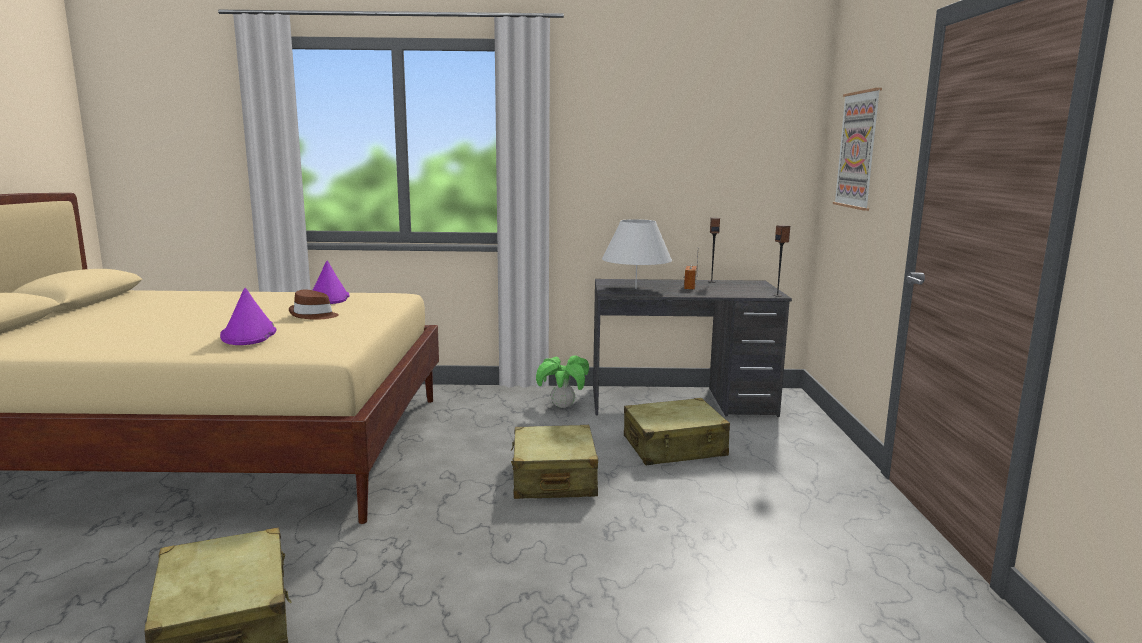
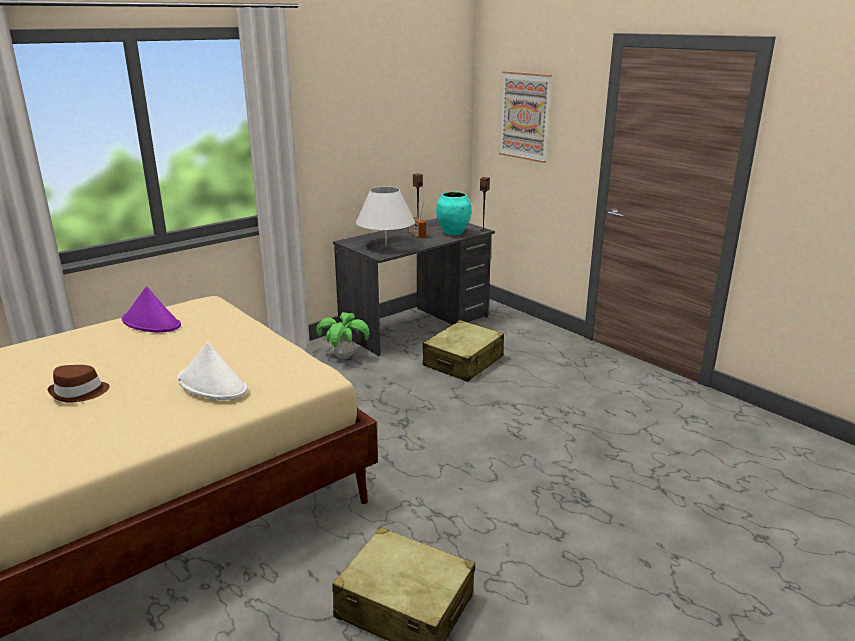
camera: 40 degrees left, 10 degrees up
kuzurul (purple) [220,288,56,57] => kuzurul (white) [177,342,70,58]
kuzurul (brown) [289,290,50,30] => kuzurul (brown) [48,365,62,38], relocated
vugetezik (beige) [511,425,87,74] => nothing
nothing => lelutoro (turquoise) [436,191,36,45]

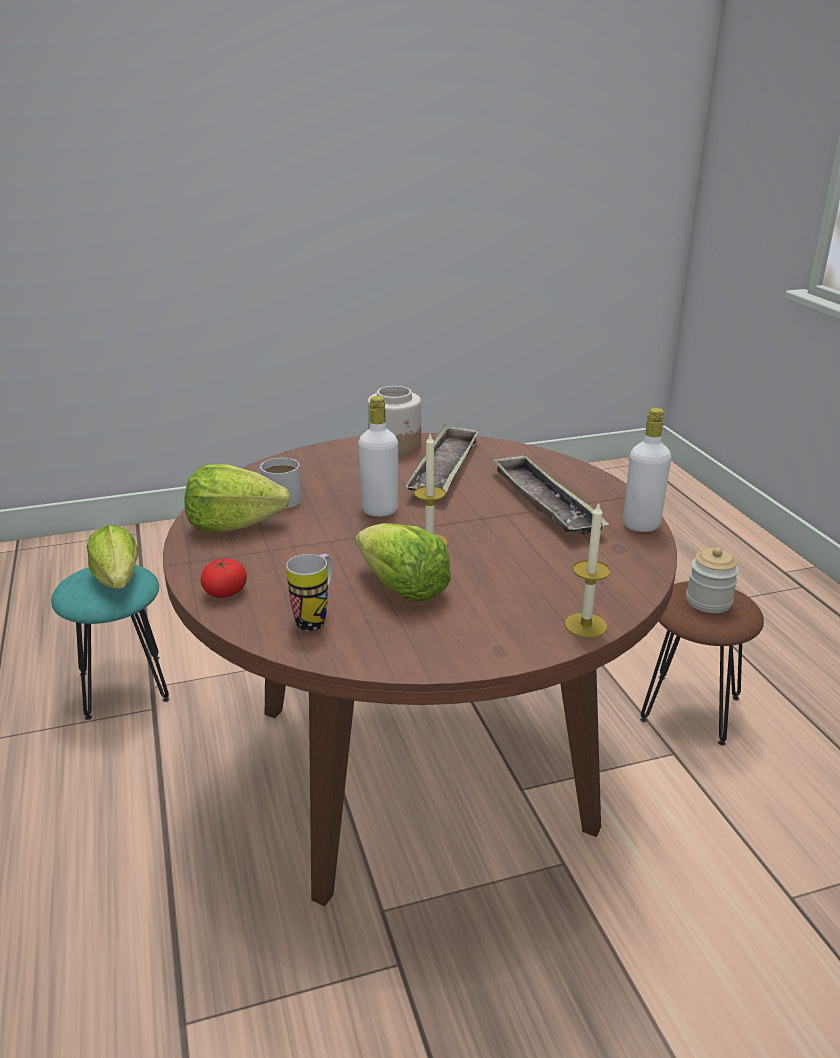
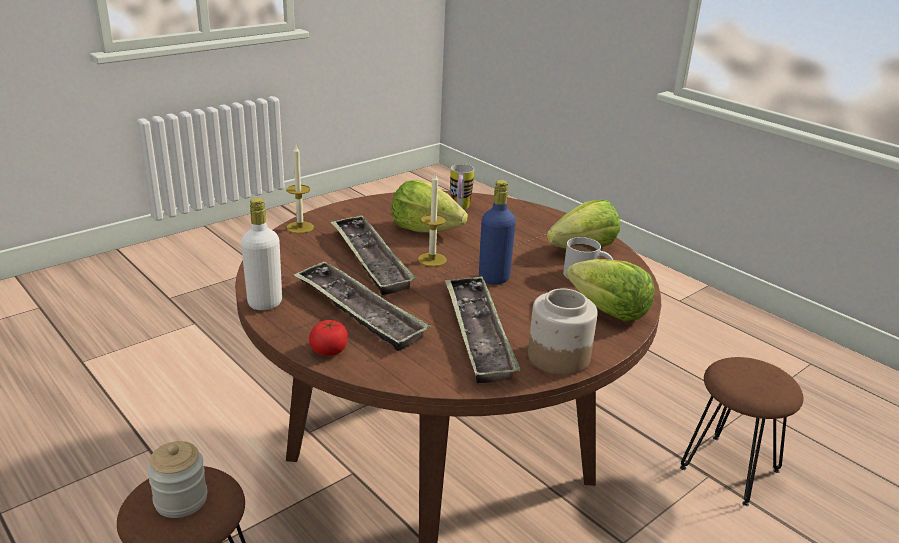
camera: 155 degrees right, 0 degrees up
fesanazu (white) [358,396,40,121] => fesanazu (blue) [479,180,37,104]
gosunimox [87,525,51,64] => gosunimox [566,259,89,63], relocated
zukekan [200,558,47,40] => zukekan [309,320,39,36], relocated
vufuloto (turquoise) [51,565,119,155] => vufuloto (brown) [680,357,123,149]
nothing => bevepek [330,215,87,80]

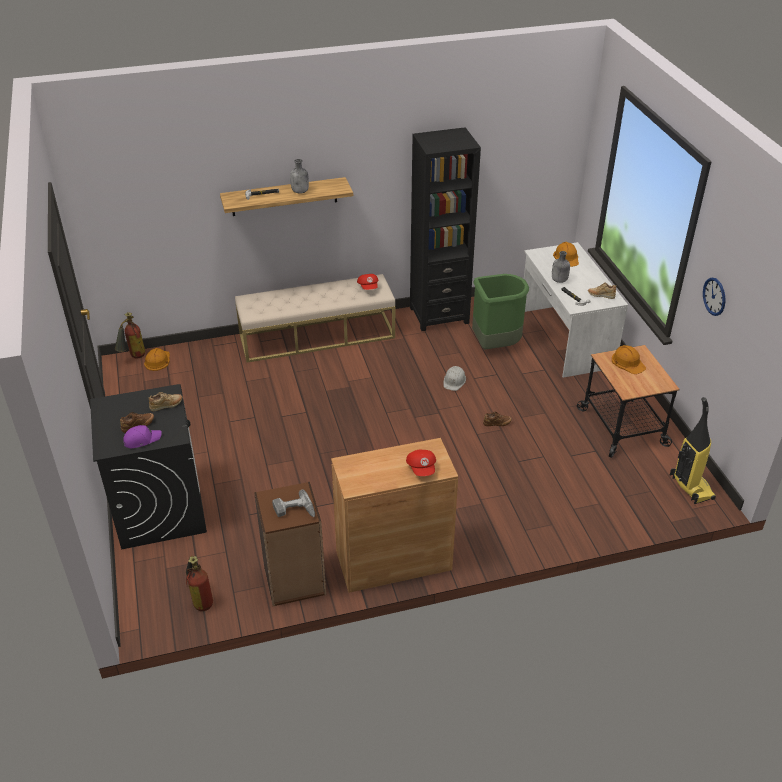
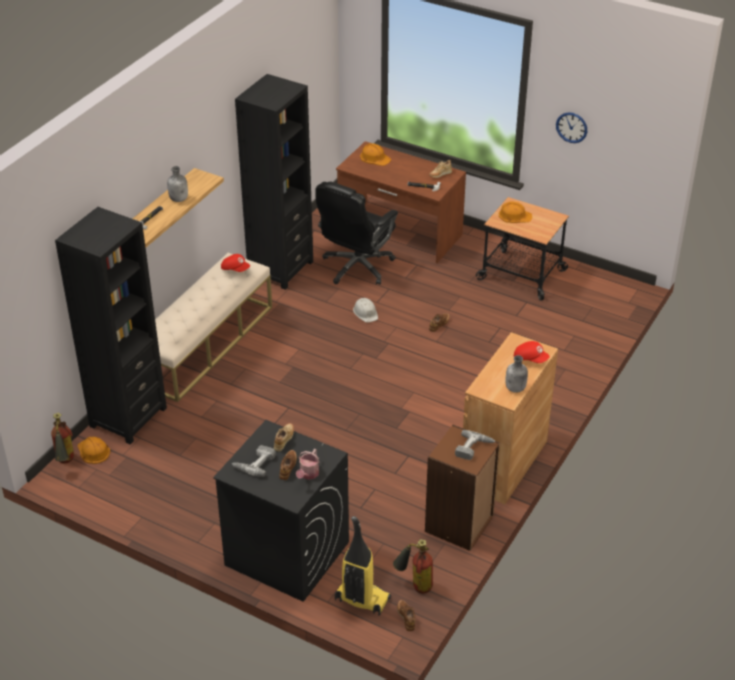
camera: 45 degrees left, 0 degrees up
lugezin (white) [524,242,104,136] => lugezin (brown) [336,141,130,122]
fesanazu (grey) [552,251,18,32] => fesanazu (grey) [506,355,22,38], relocated
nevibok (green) [472,274,57,76] => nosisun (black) [315,182,83,103]
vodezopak [670,397,46,107] => vodezopak [335,516,56,99], relocated
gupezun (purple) [124,425,38,23] => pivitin [296,449,23,31]
nothing => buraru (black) [55,207,112,237]
nothing => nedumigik [232,445,44,32]
nothing => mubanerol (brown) [397,600,18,31]

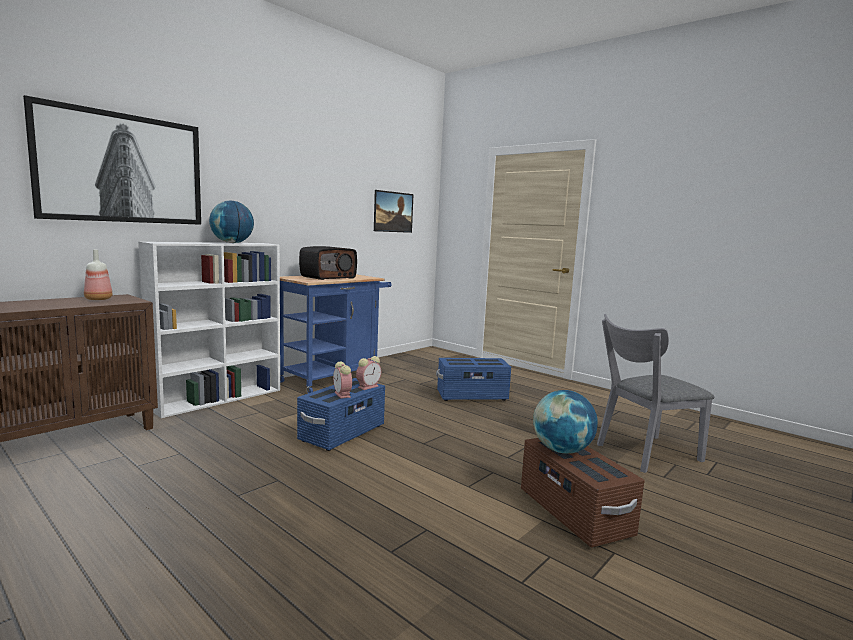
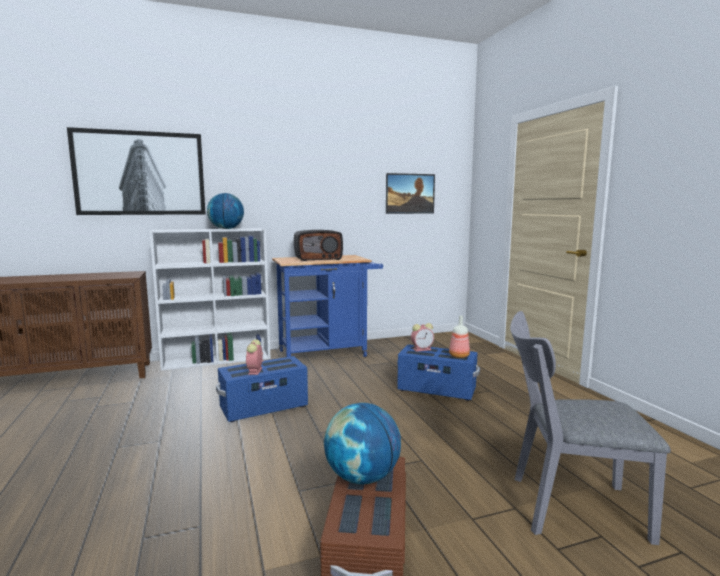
camera: 30 degrees right, 0 degrees up
fesanazu [84,250,29,50] => fesanazu [449,315,21,43], relocated
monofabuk [356,356,25,34] => monofabuk [411,323,23,29], relocated

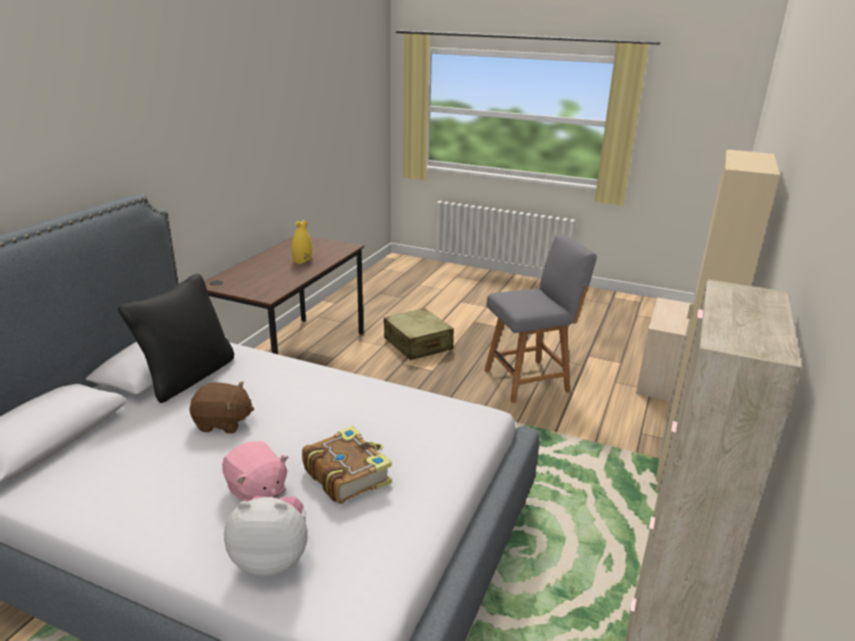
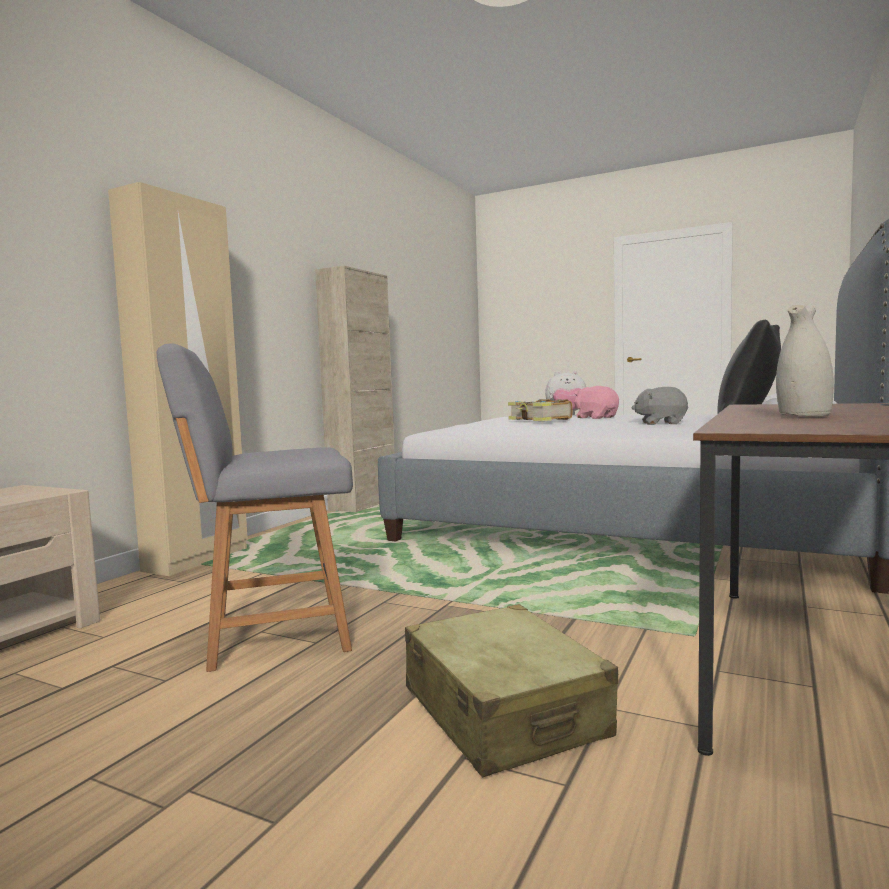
camera: 175 degrees left, 20 degrees down
lelutoro (yellow) [292,220,20,44] => lelutoro (white) [776,304,58,113]
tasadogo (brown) [190,382,64,51] => tasadogo (grey) [632,387,56,38]

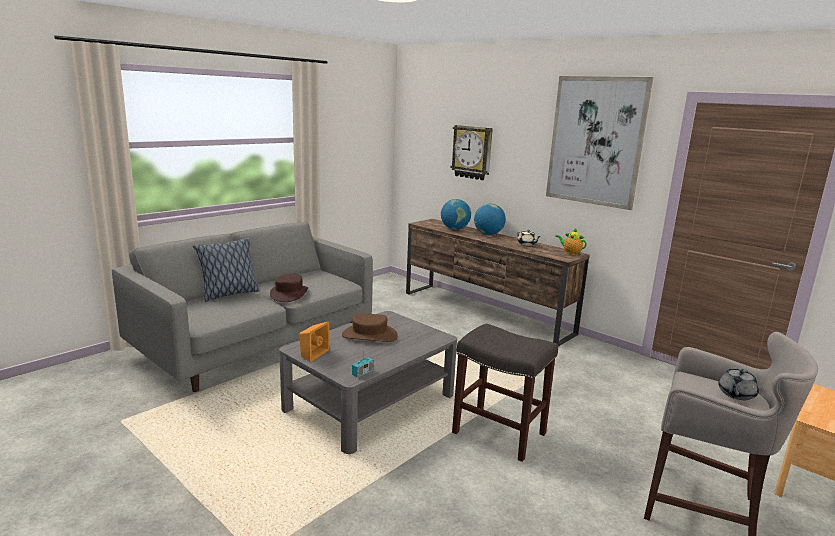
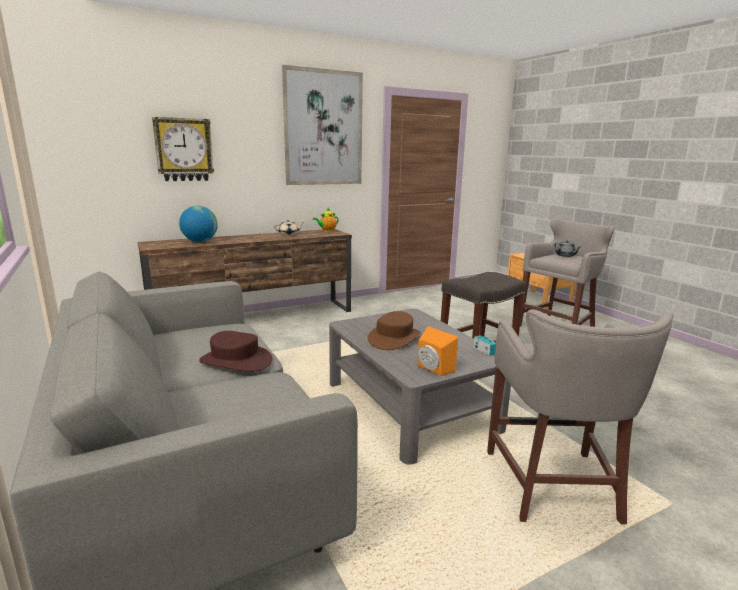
camera: 70 degrees left, 0 degrees up
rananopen [474,203,32,32] => nothing
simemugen [193,237,66,65] => nothing
nothing => vufuloto (grey) [487,309,187,216]

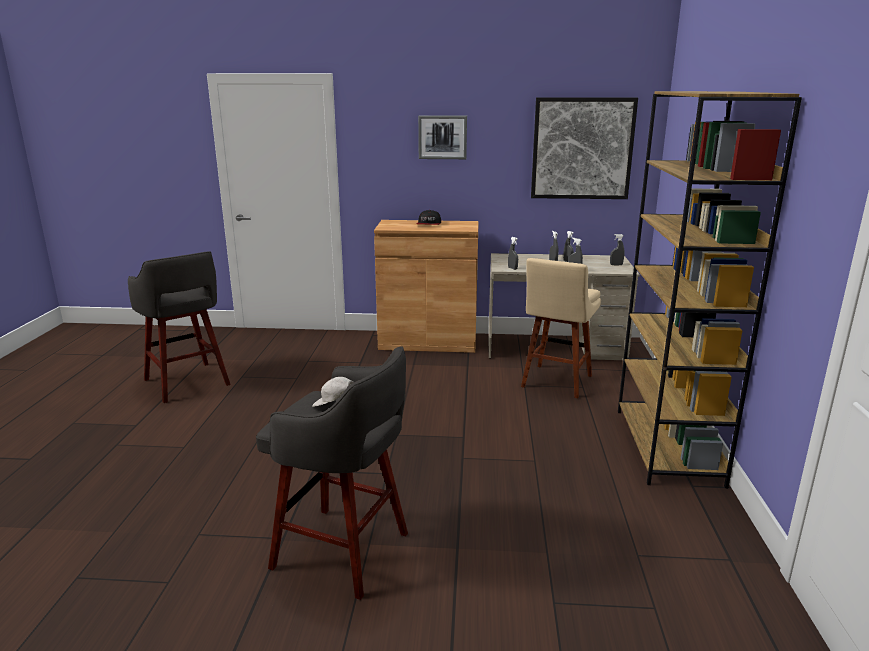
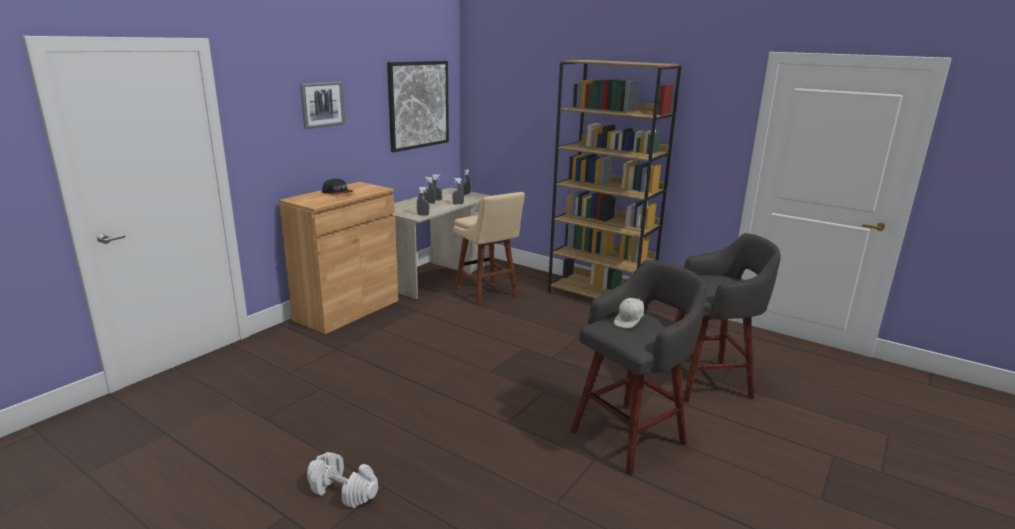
camera: 60 degrees left, 0 degrees up
vufuloto (grey) [128,251,103,152] => vufuloto (grey) [674,233,107,170], relocated
nothing => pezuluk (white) [307,452,71,56]

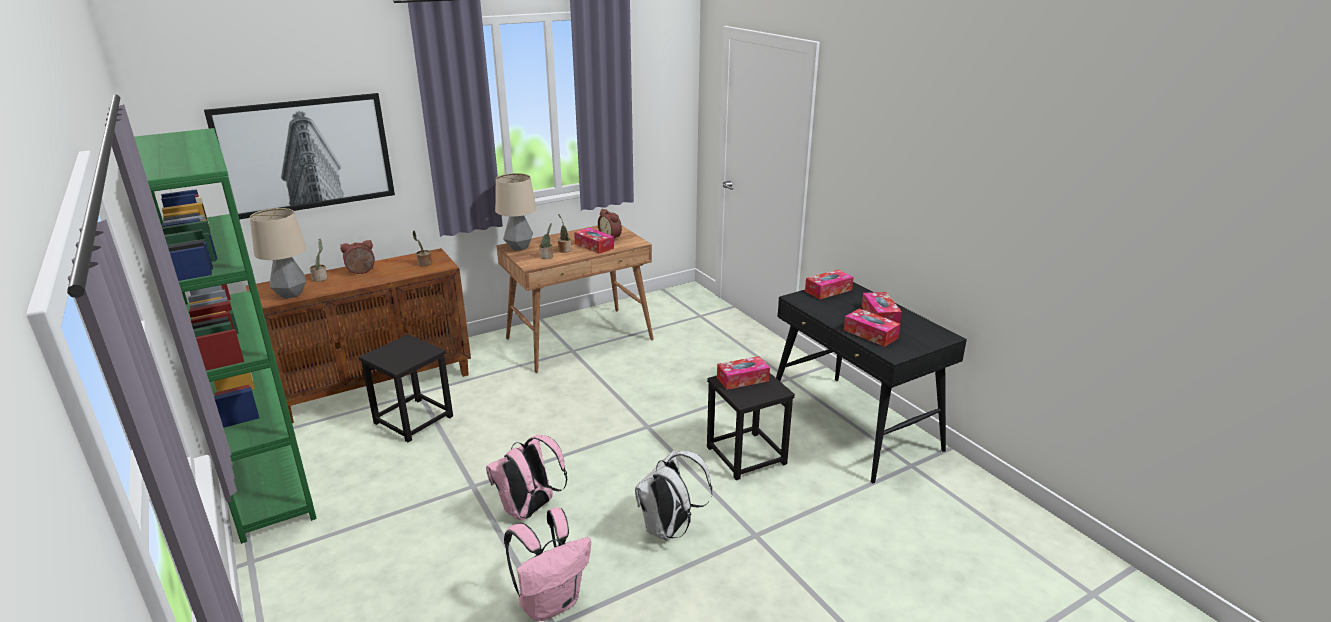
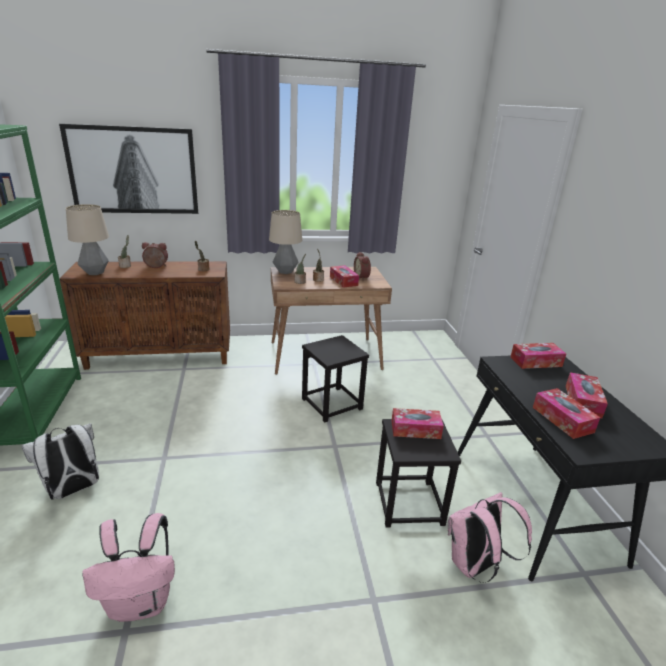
camera: 20 degrees right, 0 degrees up
vufuloto (black) [359,334,94,108] => vufuloto (black) [302,335,67,87], relocated
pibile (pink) [486,434,82,86] => pibile (pink) [448,492,84,91], relocated
pibile (white) [635,450,77,90] => pibile (white) [22,423,77,77], relocated

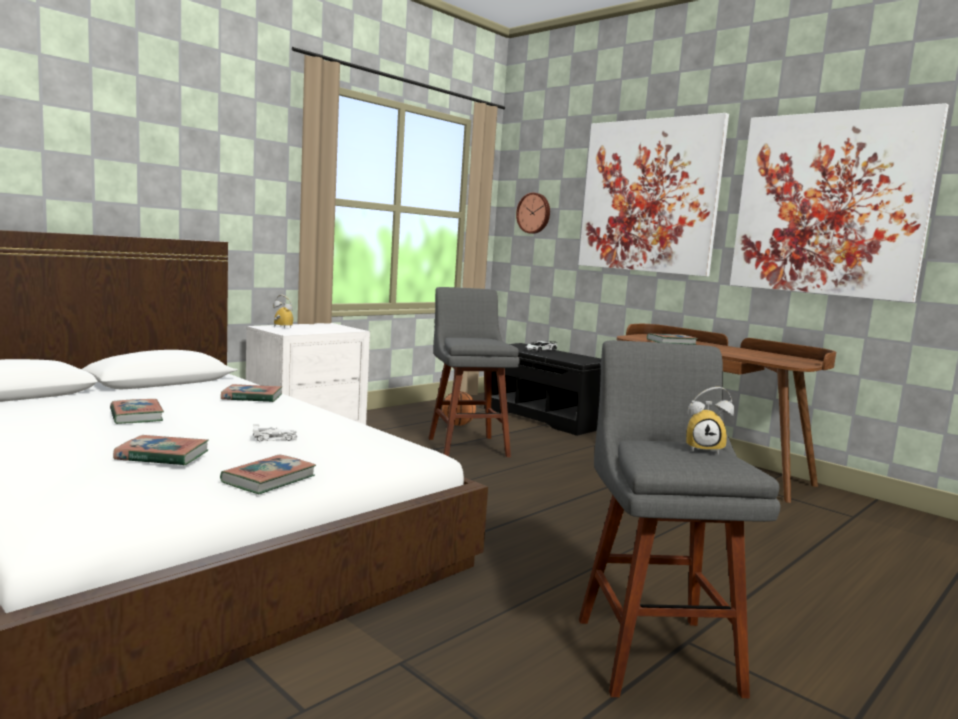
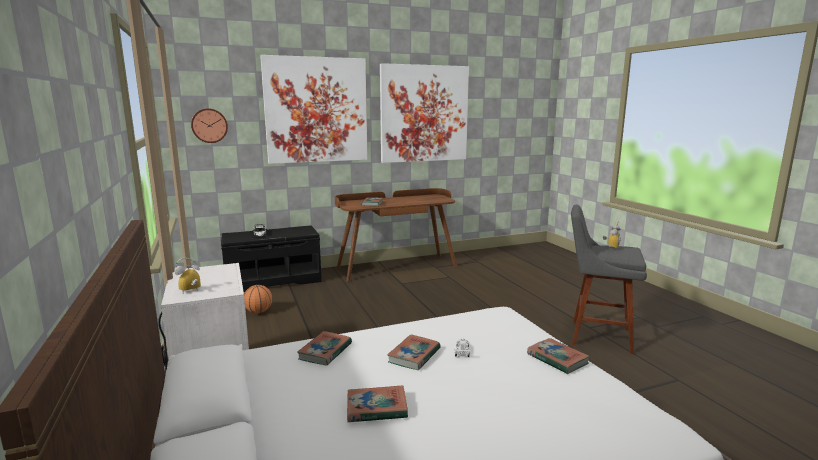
camera: 65 degrees left, 5 degrees up
vufuloto (grey) [428,287,92,170] => nothing
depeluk [113,435,96,31] => depeluk [387,334,54,36], relocated

